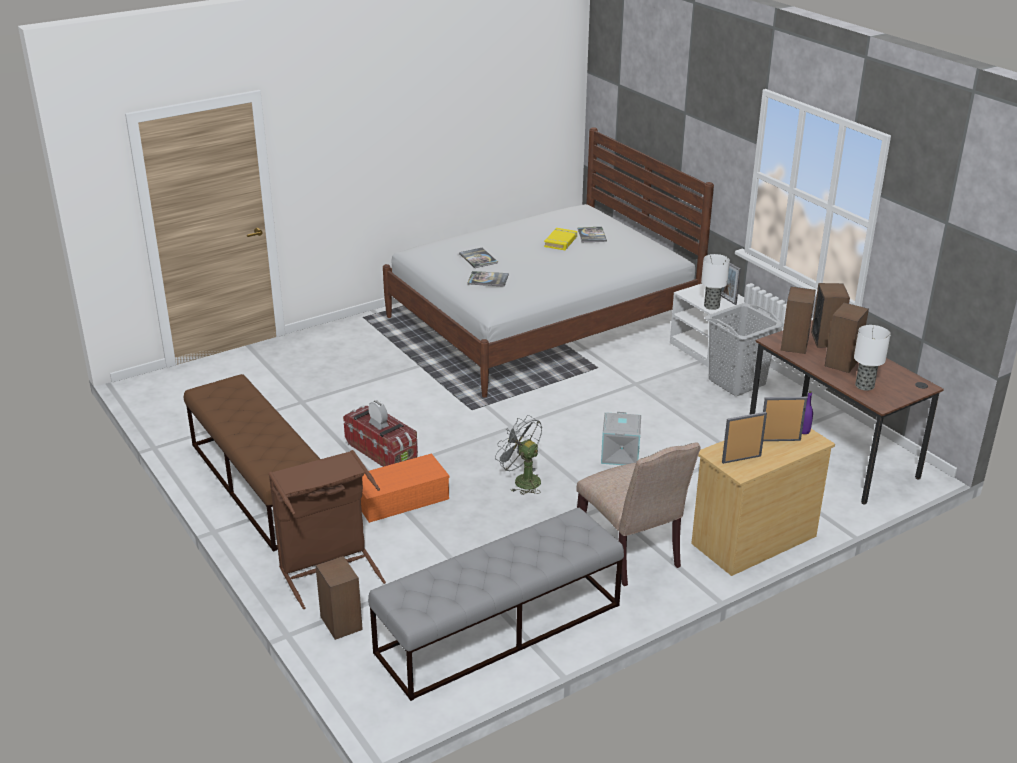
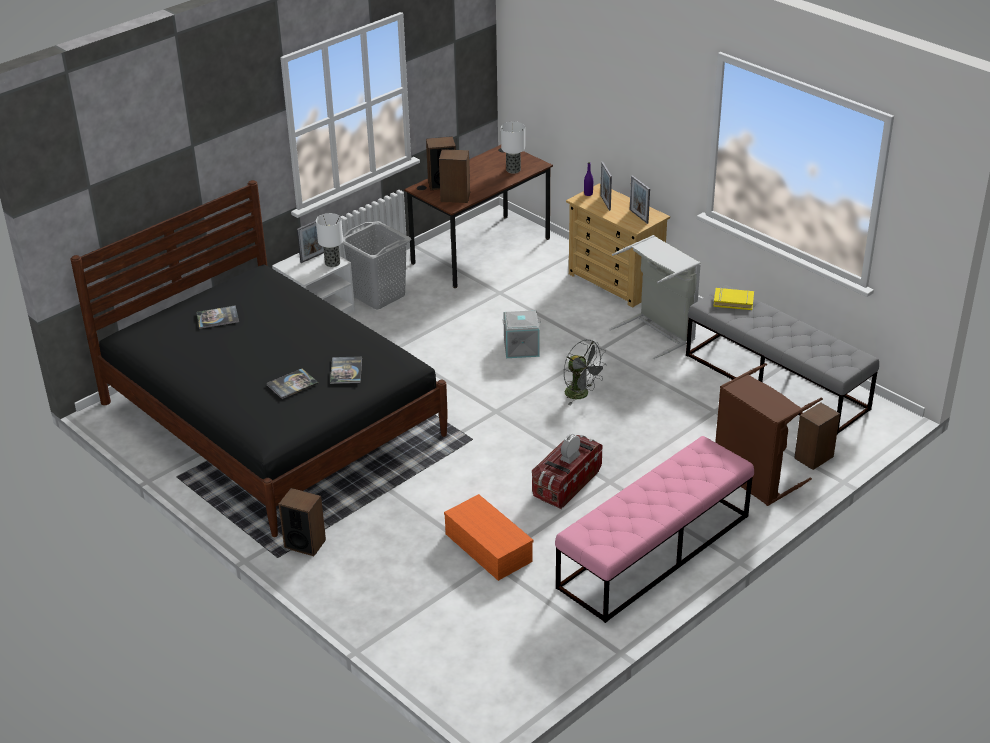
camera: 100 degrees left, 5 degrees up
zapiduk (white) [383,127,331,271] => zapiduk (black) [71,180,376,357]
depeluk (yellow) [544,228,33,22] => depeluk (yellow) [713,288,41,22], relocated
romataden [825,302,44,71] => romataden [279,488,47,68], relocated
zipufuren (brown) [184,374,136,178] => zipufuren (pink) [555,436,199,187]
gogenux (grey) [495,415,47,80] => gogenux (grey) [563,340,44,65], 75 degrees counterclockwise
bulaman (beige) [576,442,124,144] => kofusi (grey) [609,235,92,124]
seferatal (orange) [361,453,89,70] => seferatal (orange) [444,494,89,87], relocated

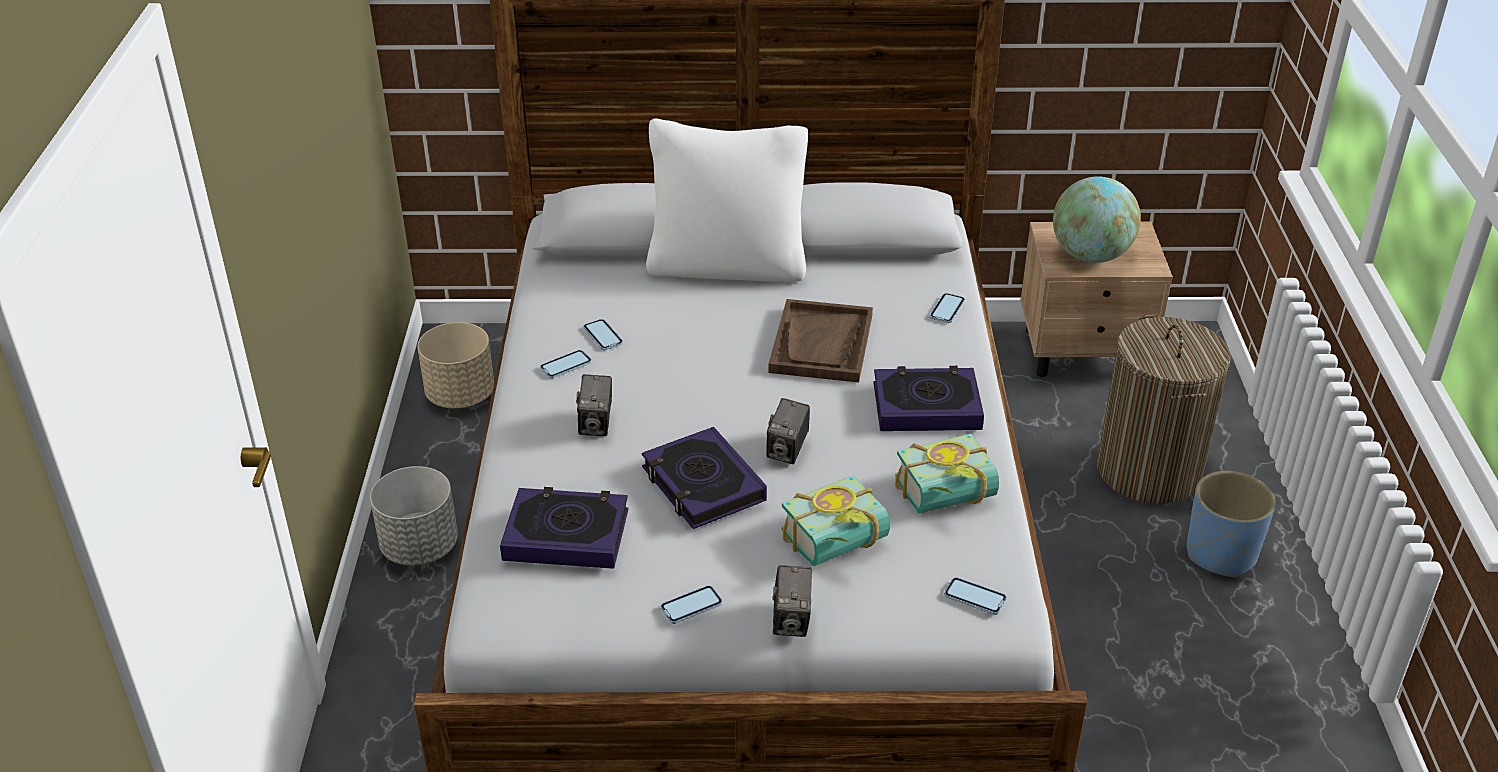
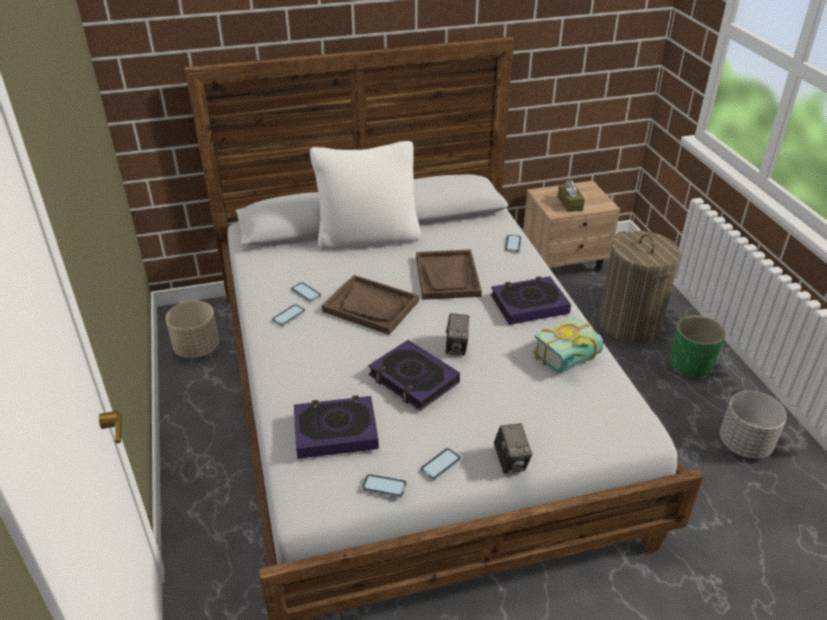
camera: 15 degrees left, 0 degrees up
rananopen [1053,176,88,87] => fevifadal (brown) [558,180,27,32]
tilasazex [576,374,36,62] => nothing
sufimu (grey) [370,466,88,100] => sufimu (grey) [720,391,67,68], relocated
sufimu (blue) [1187,471,89,106] => sufimu (green) [670,315,55,63]
depeluk [781,475,109,91] => nothing
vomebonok [944,577,63,38] => vomebonok [362,474,45,24], relocated
nothing => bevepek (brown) [322,275,97,60]

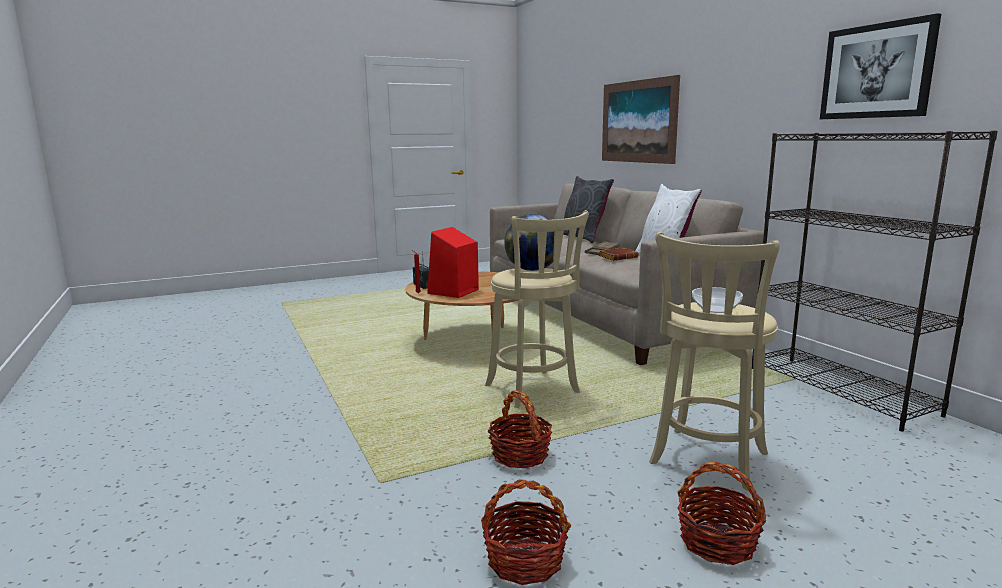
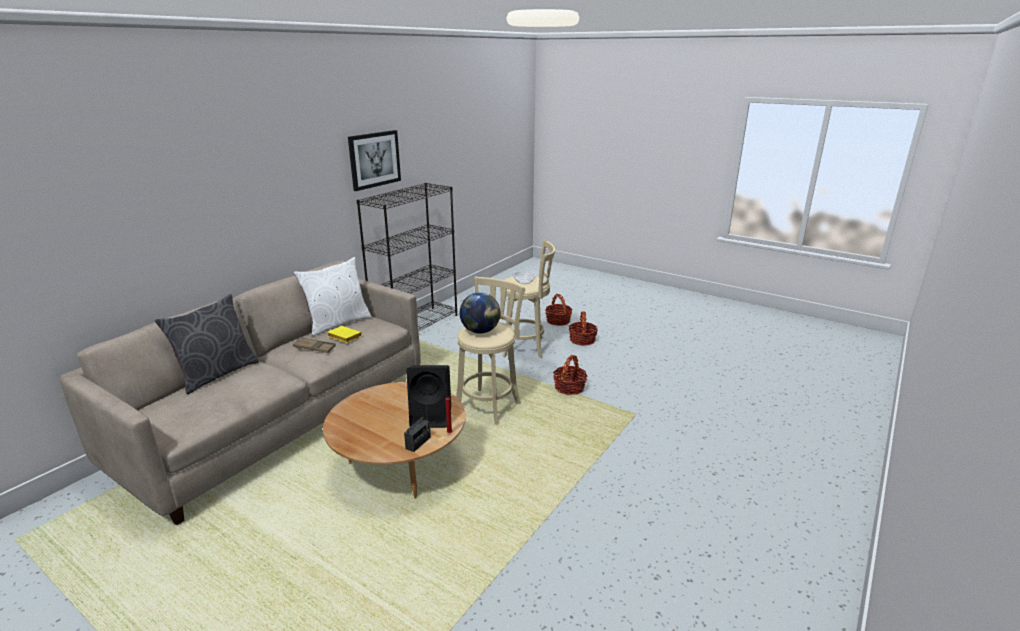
camera: 120 degrees left, 10 degrees up
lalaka [602,75,78,89] => nothing
romataden (red) [427,227,52,71] => romataden (black) [406,365,45,63]
depeluk (brown) [599,248,39,13] => depeluk (yellow) [328,326,34,17]
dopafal [481,480,90,105] => dopafal [545,294,27,32], relocated

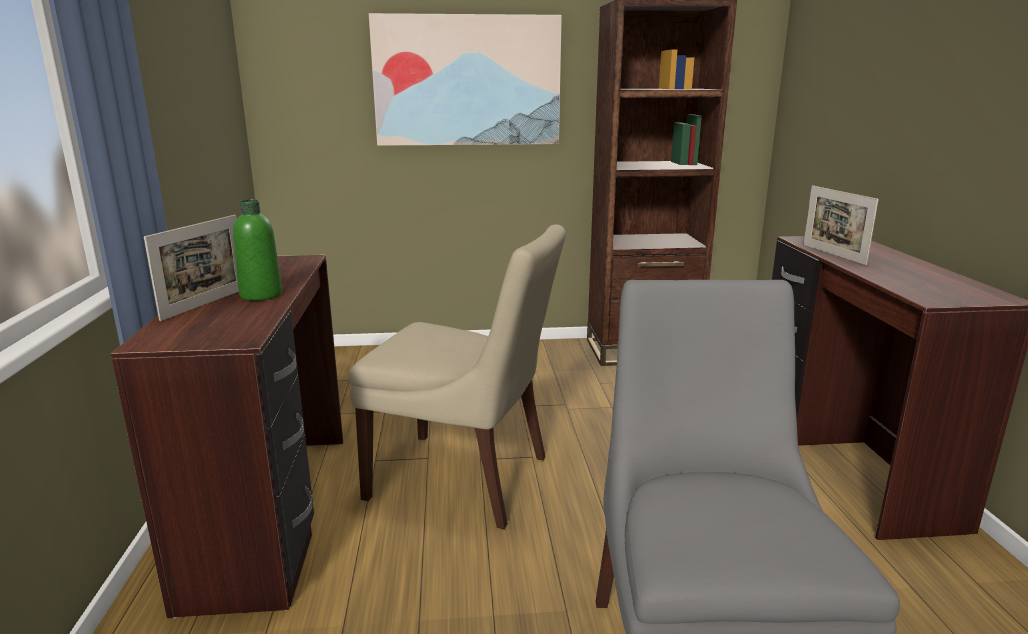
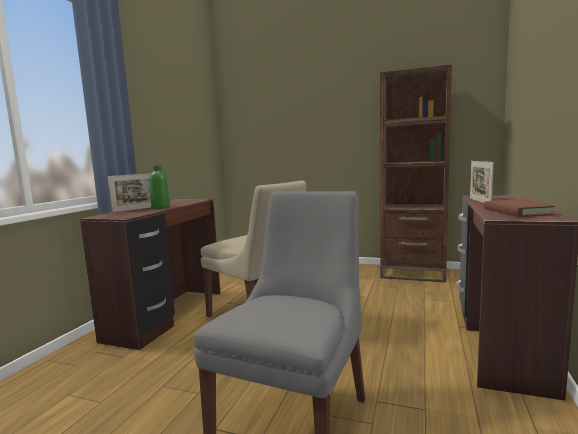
camera: 25 degrees right, 10 degrees down
lalaka [369,13,193,133] => nothing
nothing => depeluk (brown) [484,200,71,17]

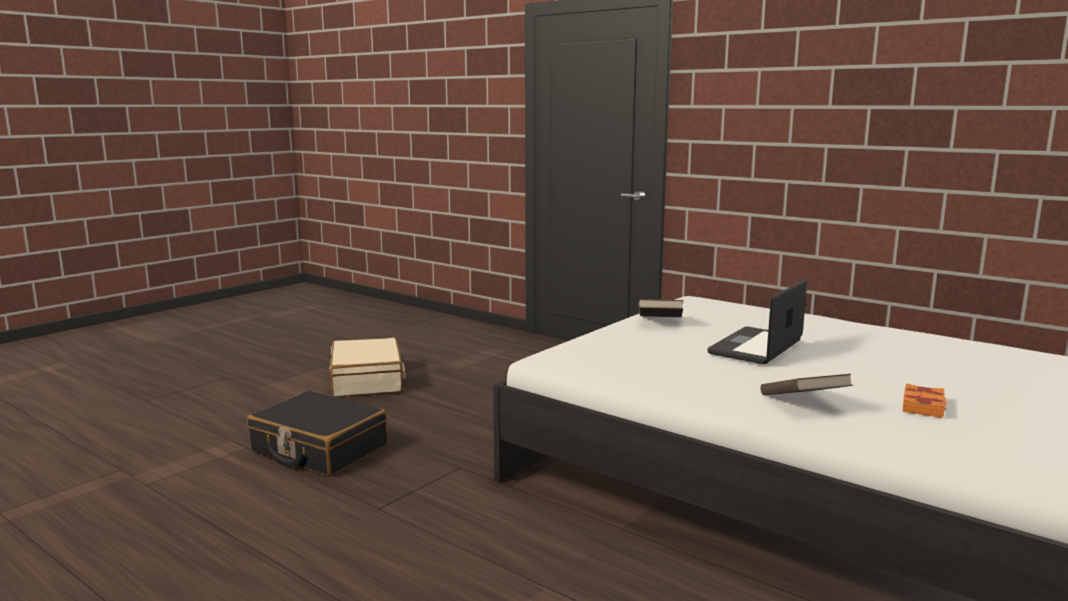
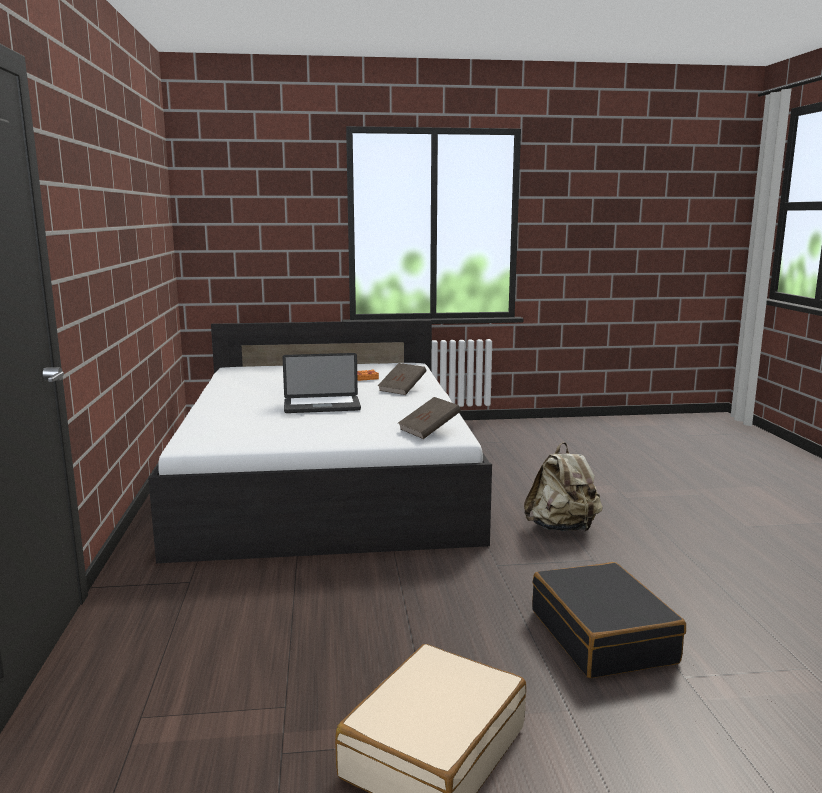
camera: 135 degrees left, 0 degrees up
depeluk (brown) [638,299,45,18] => depeluk (brown) [398,397,63,42], relocated
nothing => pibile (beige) [524,442,79,89]

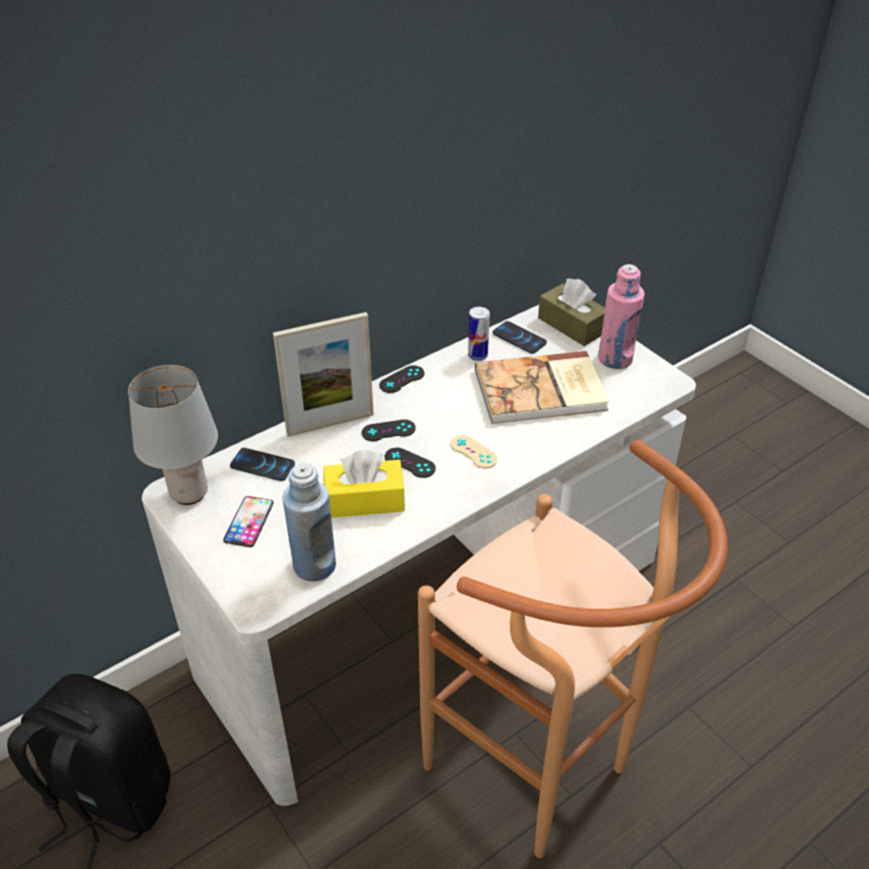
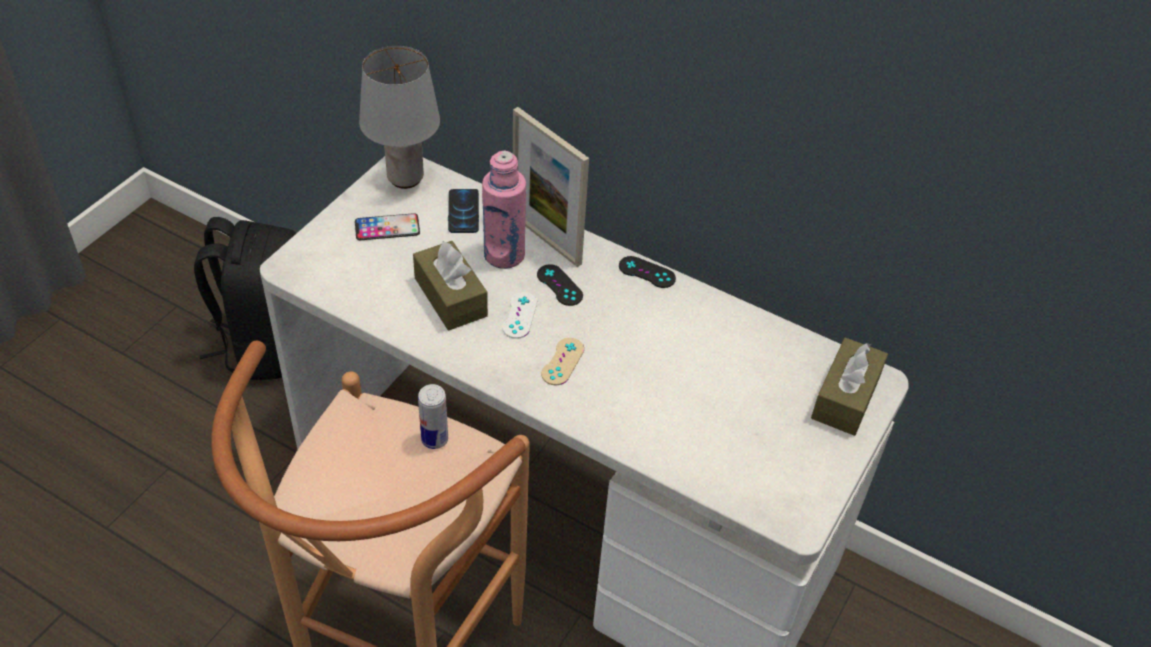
camera: 65 degrees right, 5 degrees up
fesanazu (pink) [598,264,47,105] => fesanazu (pink) [482,151,44,118], relocated
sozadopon [468,307,22,54] => sozadopon [418,384,30,65], relocated
vomebonok [493,321,54,33] => nothing
depeluk [475,351,135,73] => nothing
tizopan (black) [385,448,51,30] => tizopan (white) [502,292,35,47]
fevifadal (yellow) [323,450,82,68] => fevifadal (brown) [413,241,75,90]
fesanazu (blue) [283,464,53,118] => nothing

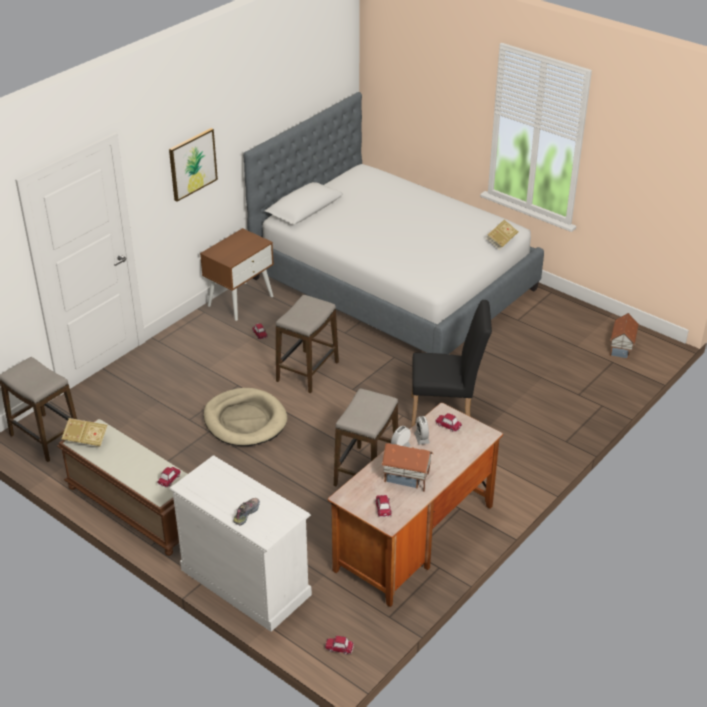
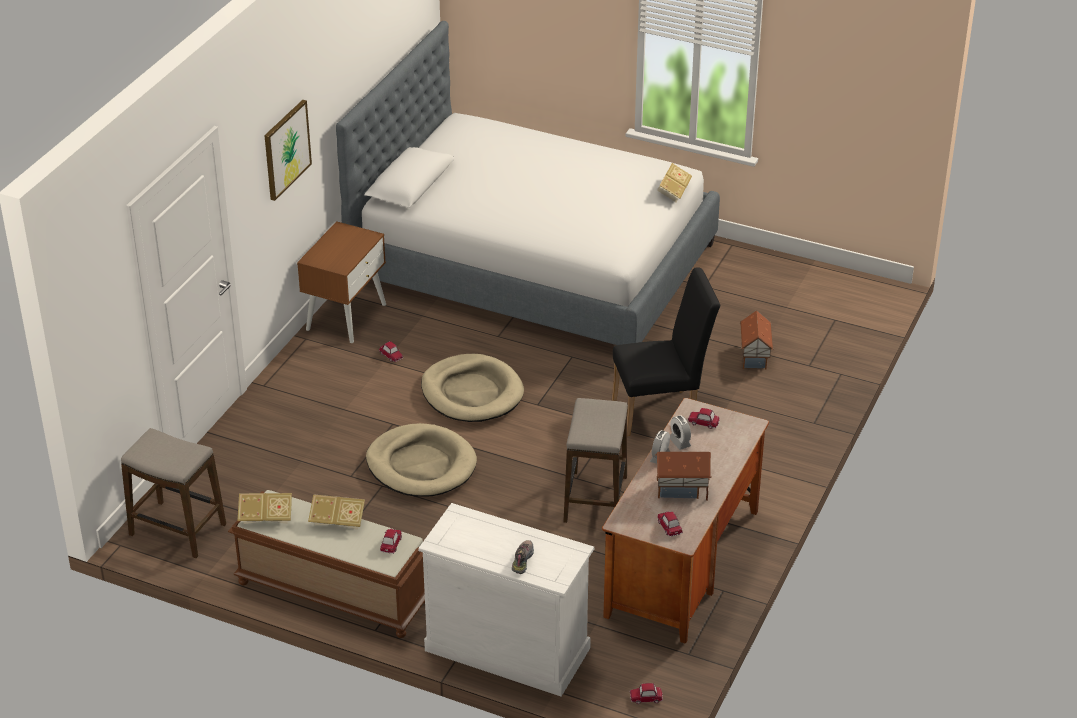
camera: 15 degrees left, 0 degrees up
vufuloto [276,295,63,98] => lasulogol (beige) [421,354,103,68]
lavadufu [610,313,29,46] => lavadufu [740,310,34,59], relocated
nothing => depeluk [308,494,57,36]

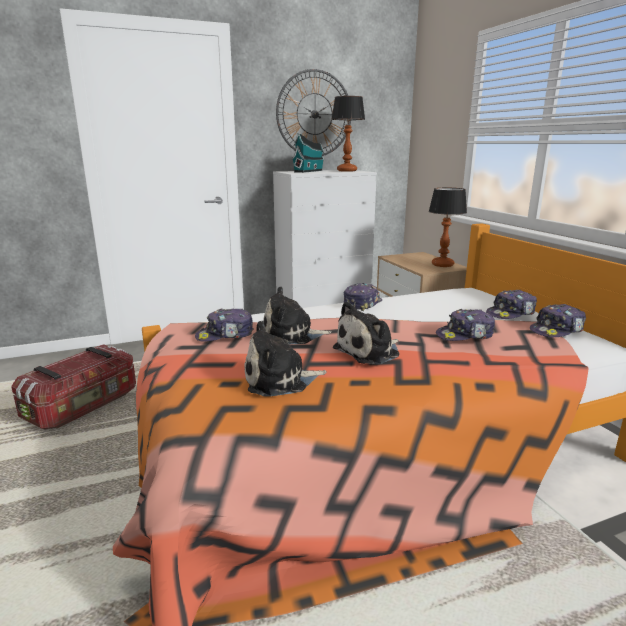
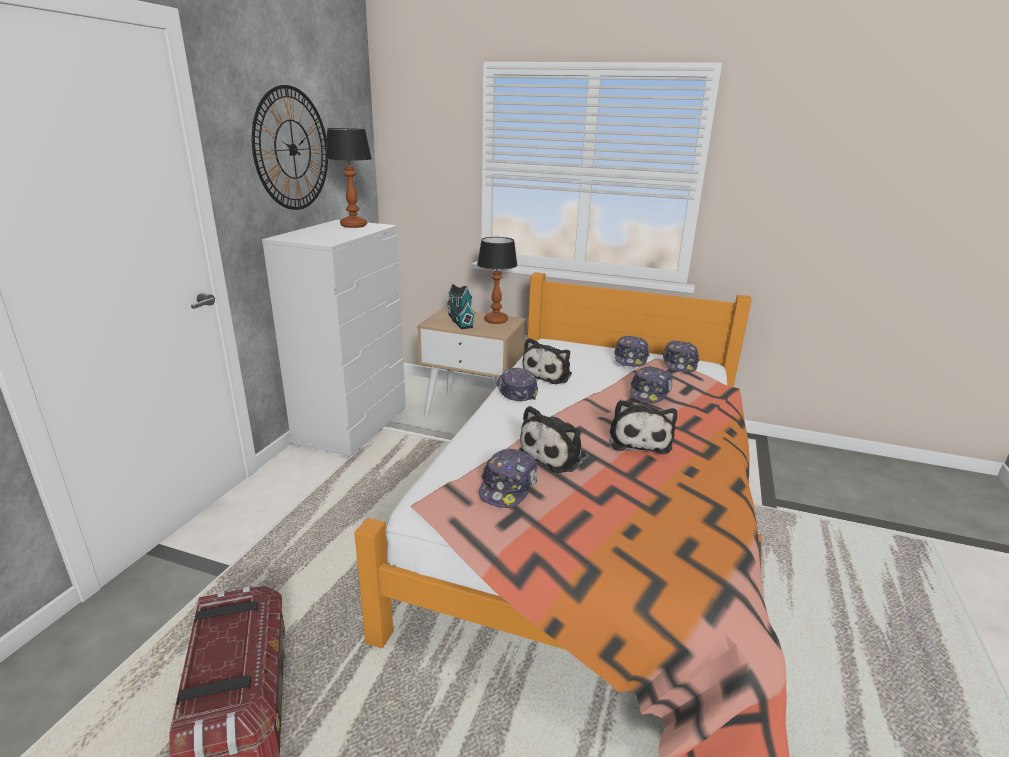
camera: 50 degrees left, 5 degrees up
lavadufu [292,132,33,41] => lavadufu [446,283,30,46], relocated
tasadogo [244,321,83,76] => tasadogo [522,338,50,46], relocated

